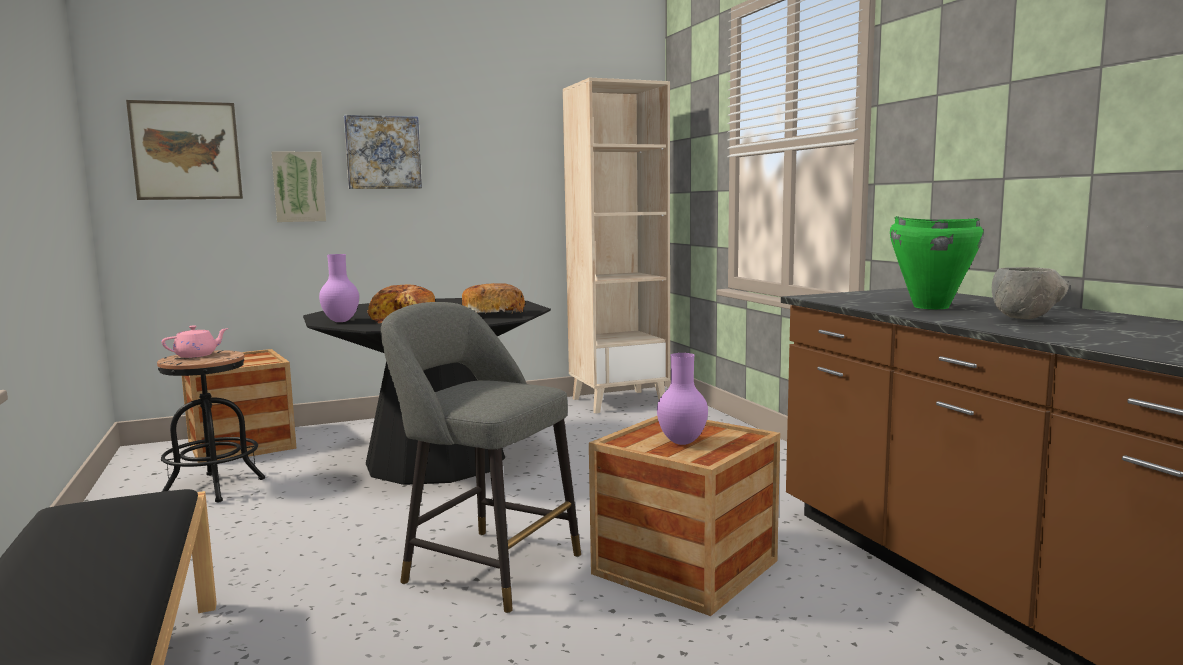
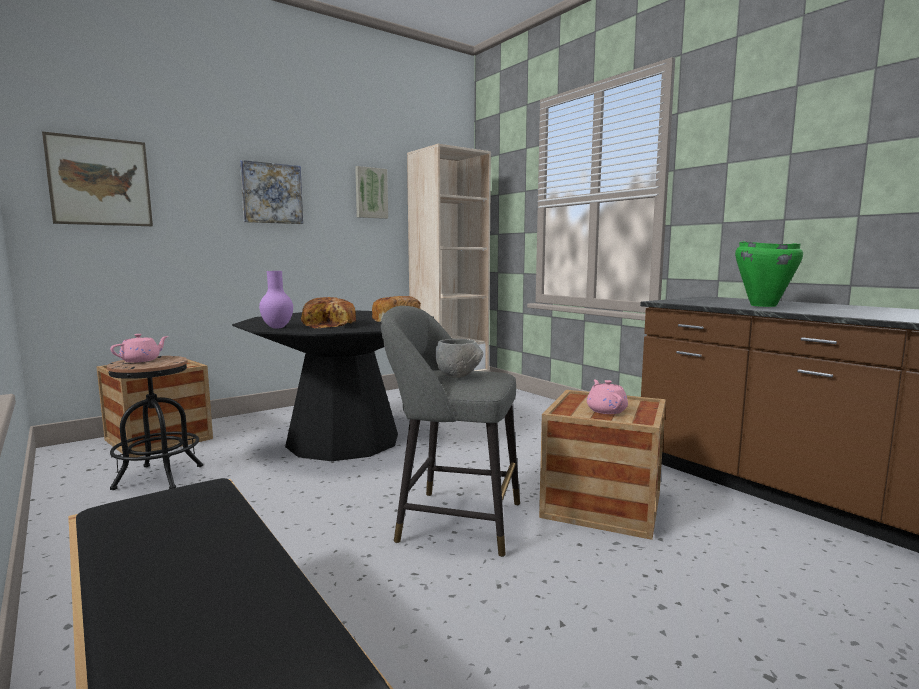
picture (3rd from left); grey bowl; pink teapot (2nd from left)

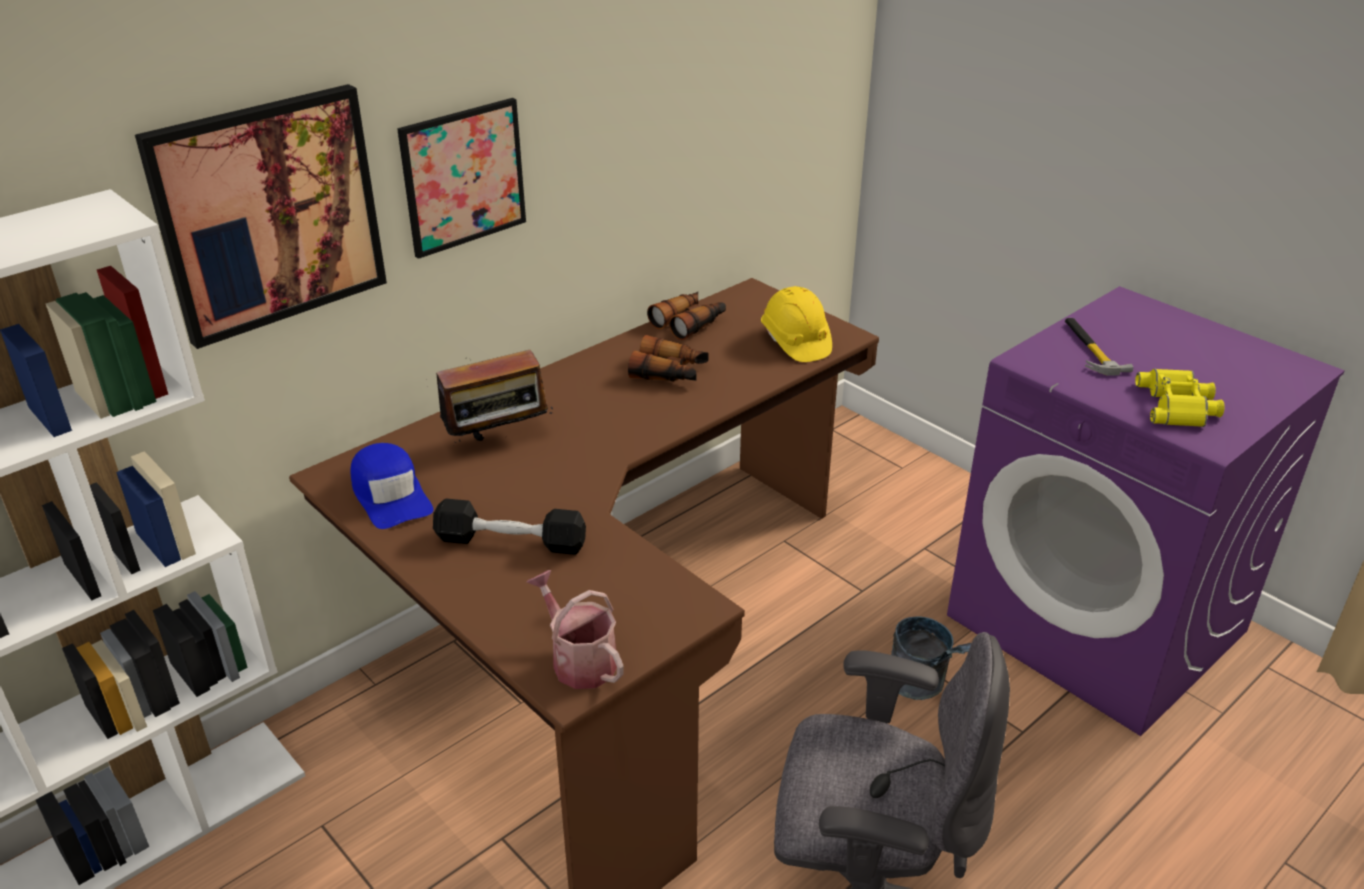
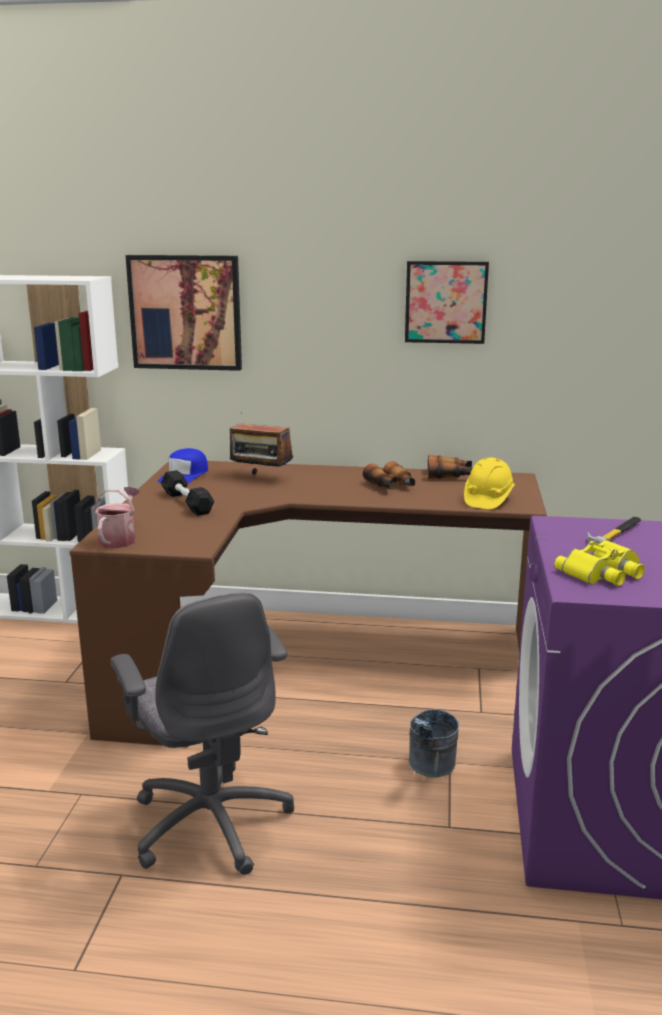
picture (2nd from left)

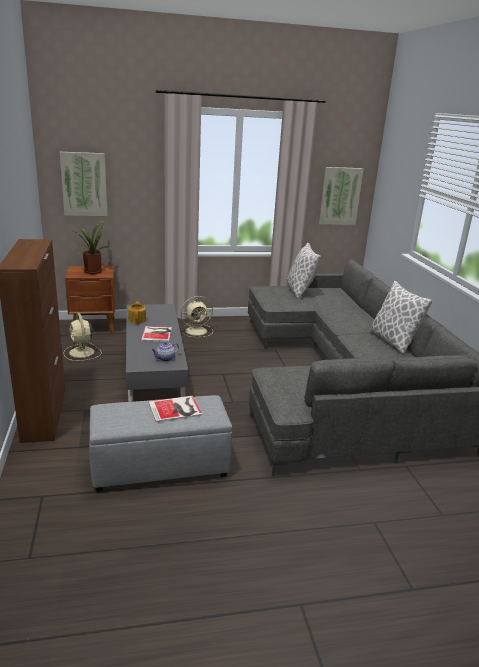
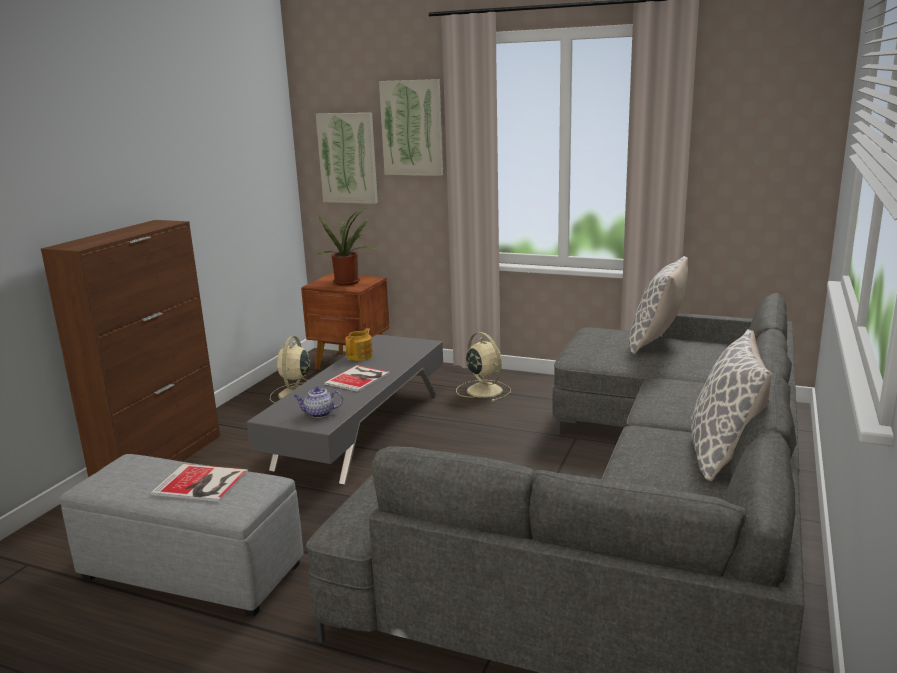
picture (2nd from left); beige fan (2nd from left)

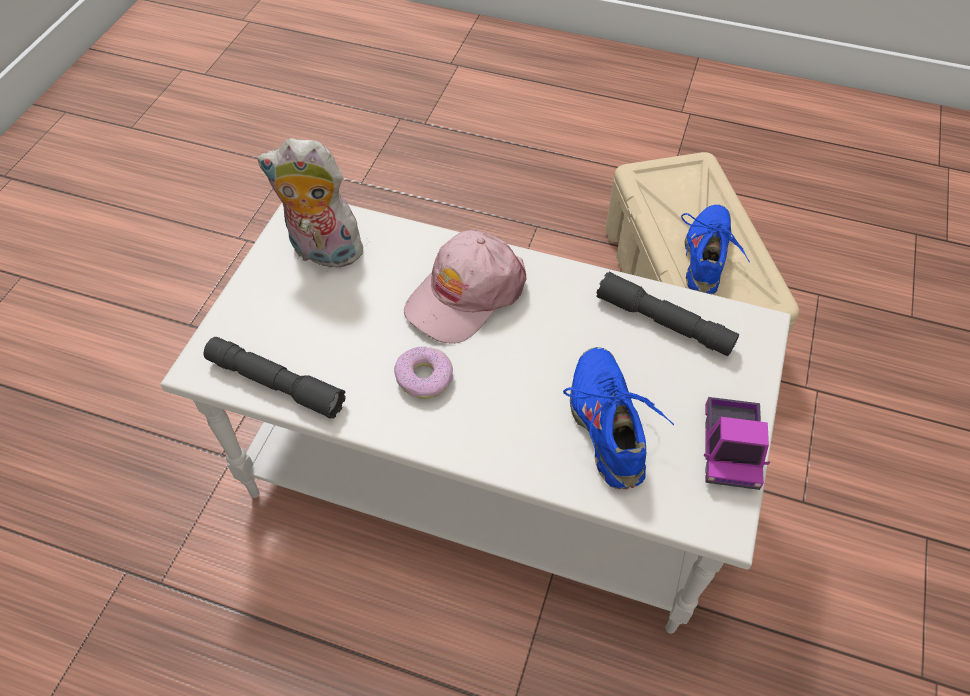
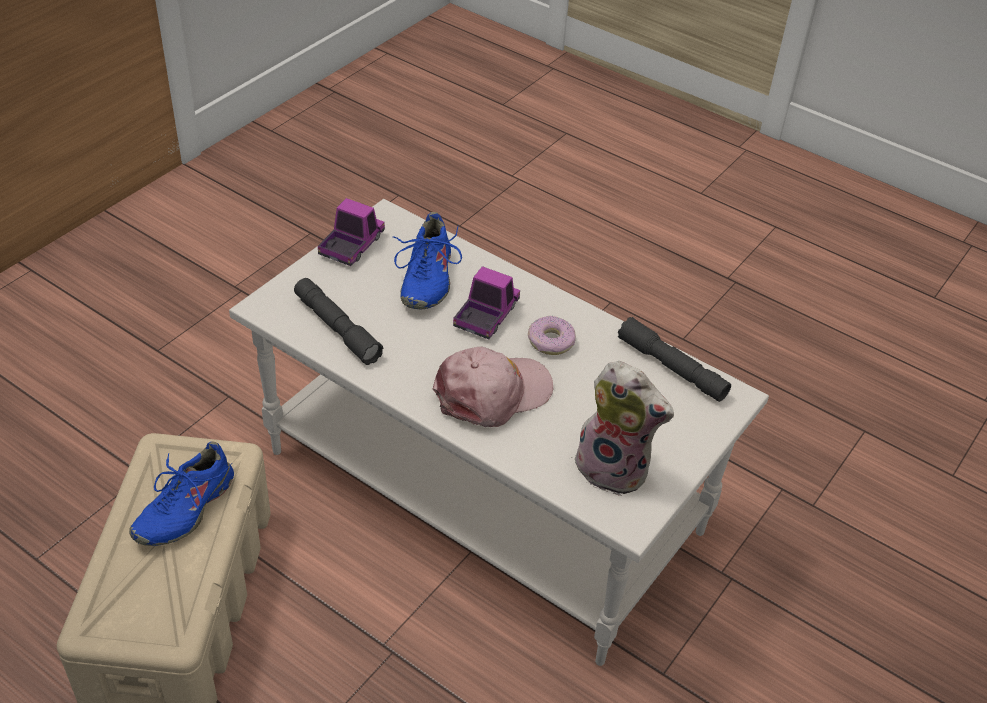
toy truck (2nd from left)

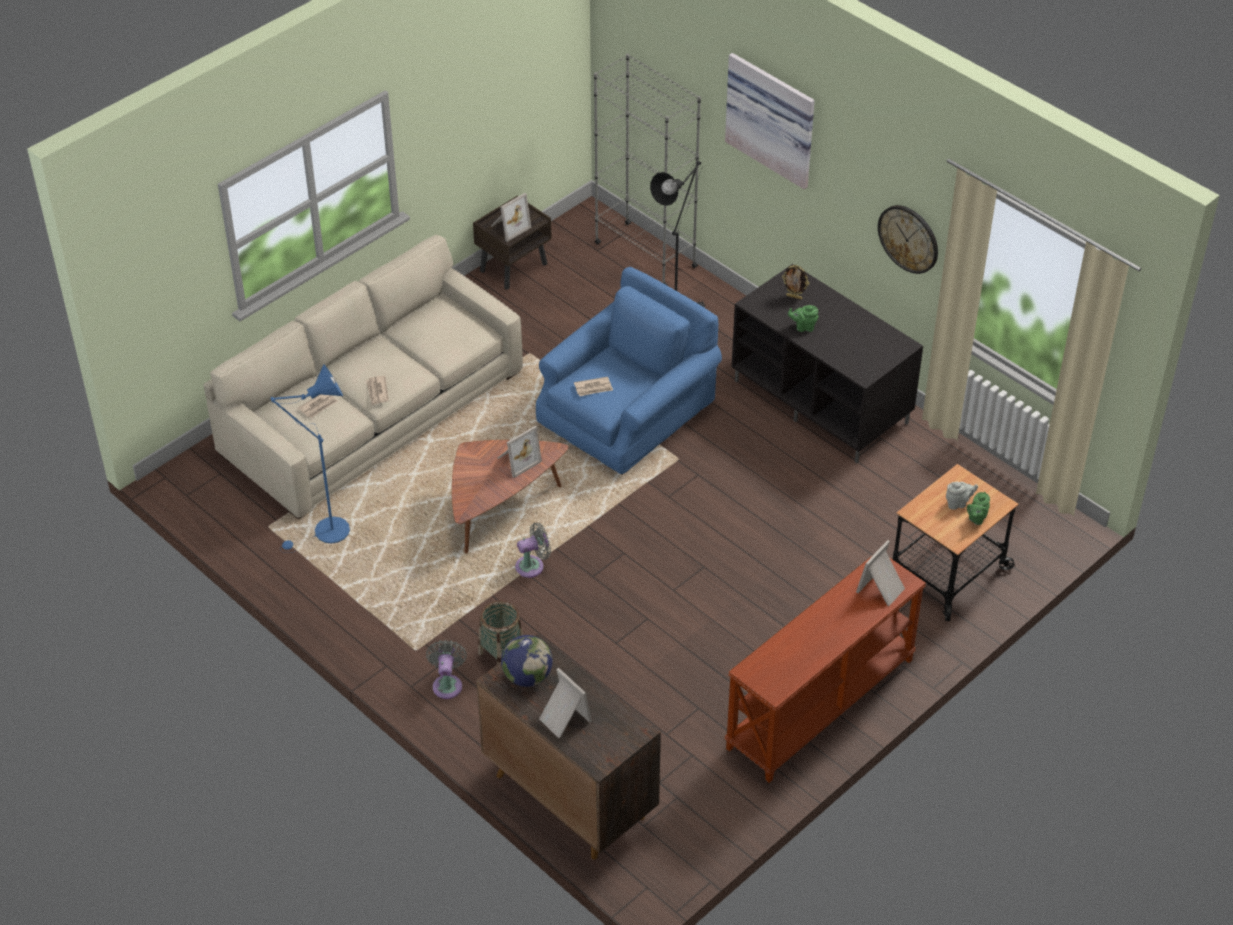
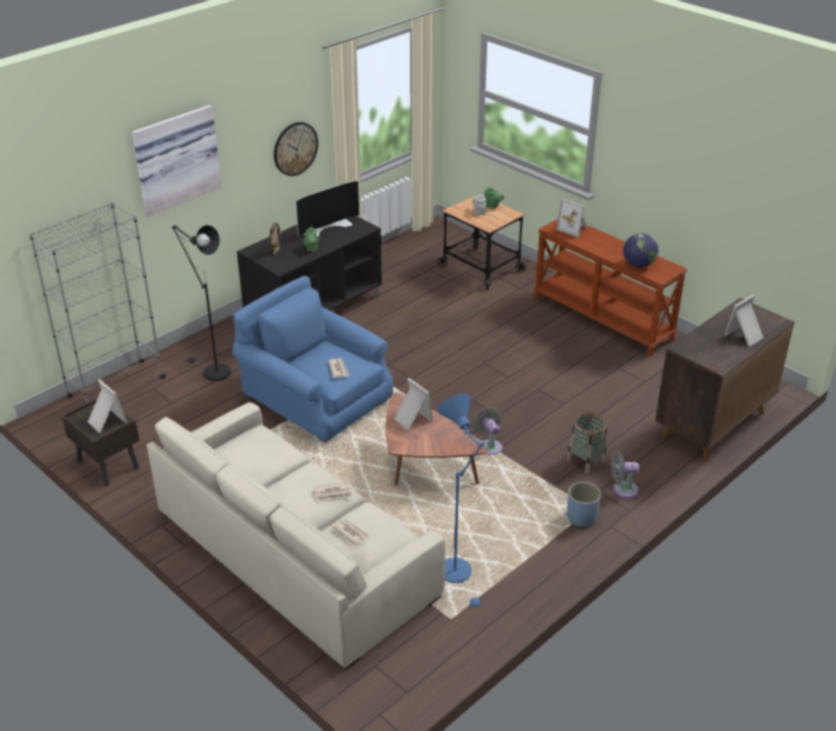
globe; television; blue planter

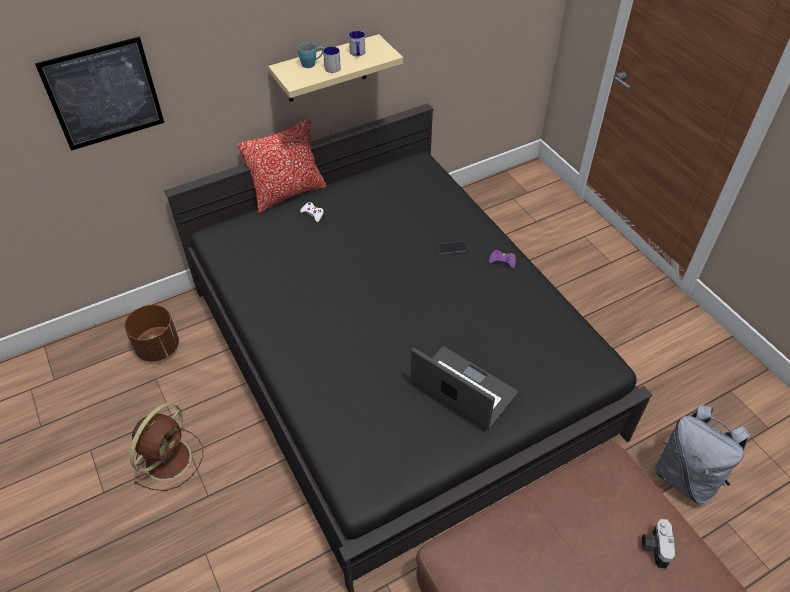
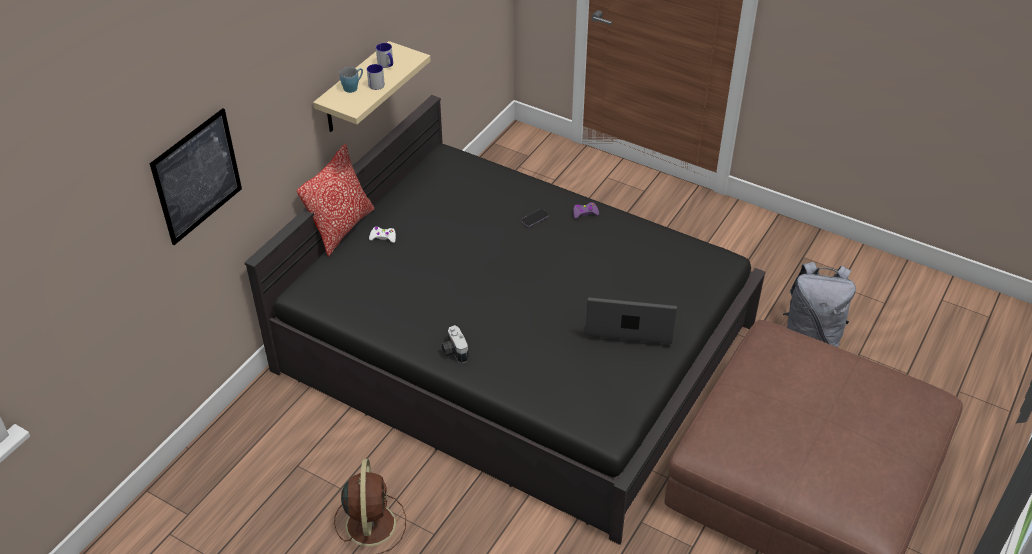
brown planter; photo camera

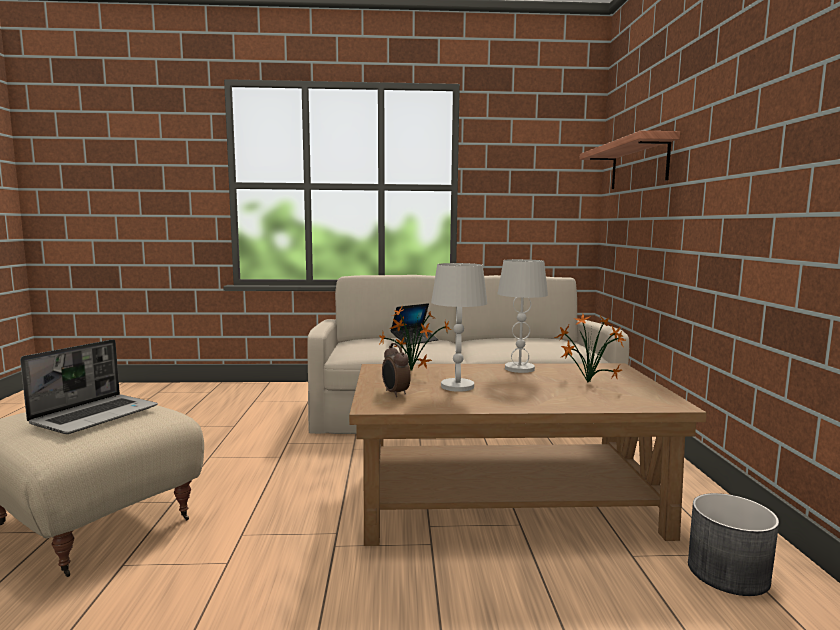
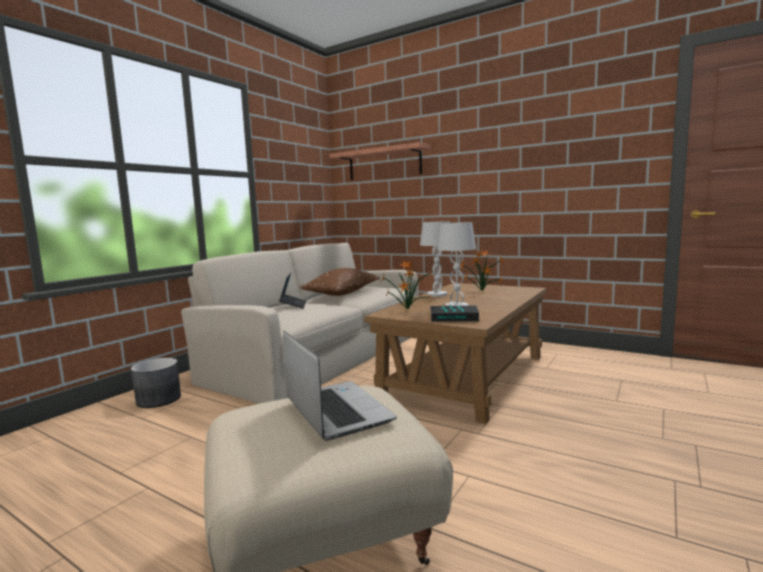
book; grey planter; brown pillow

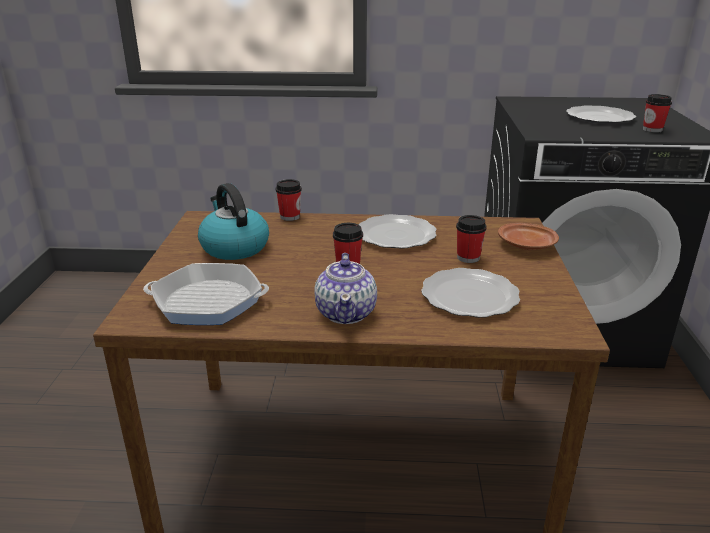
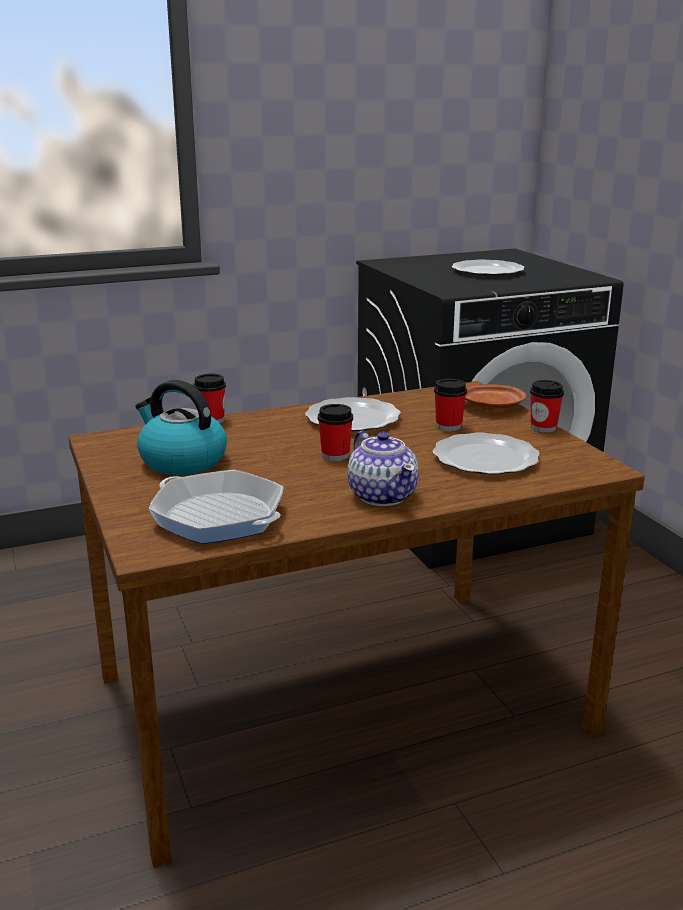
cup (4th from left); frying pan

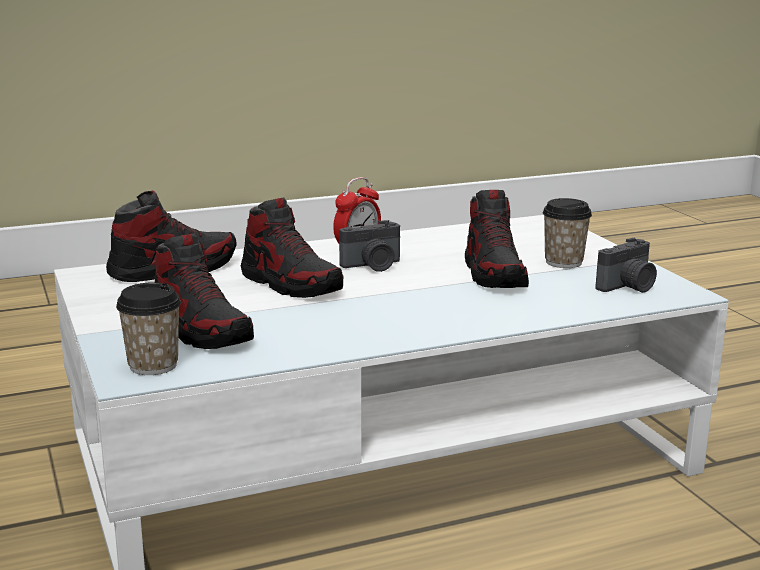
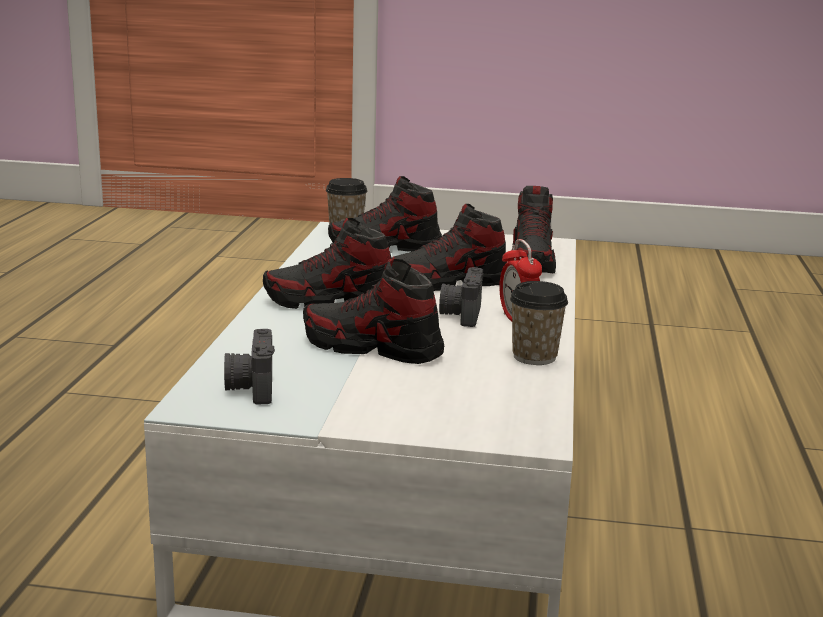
cup (2nd from left); shoe (1st from left)

